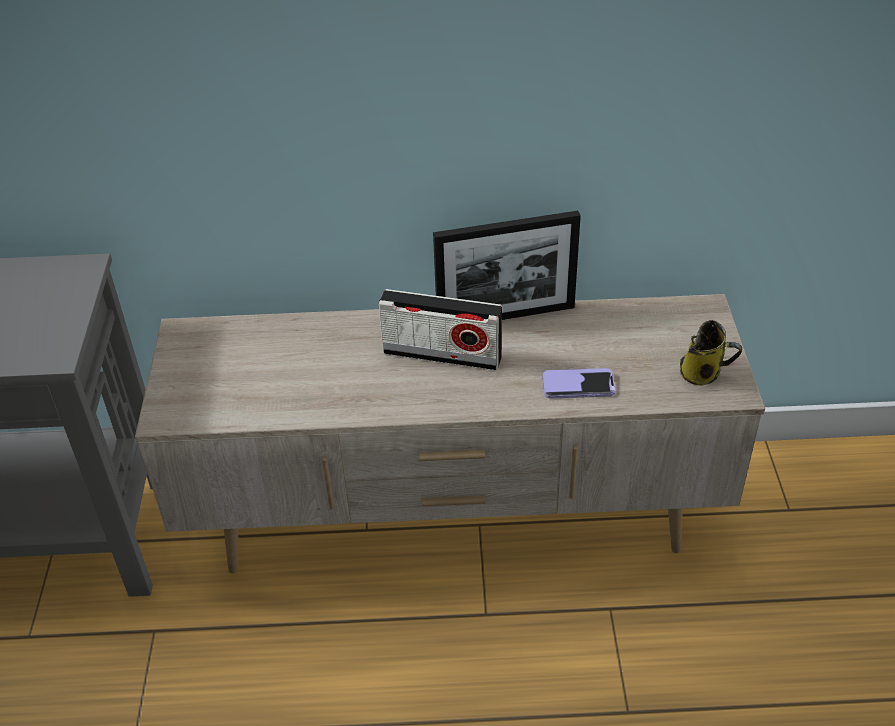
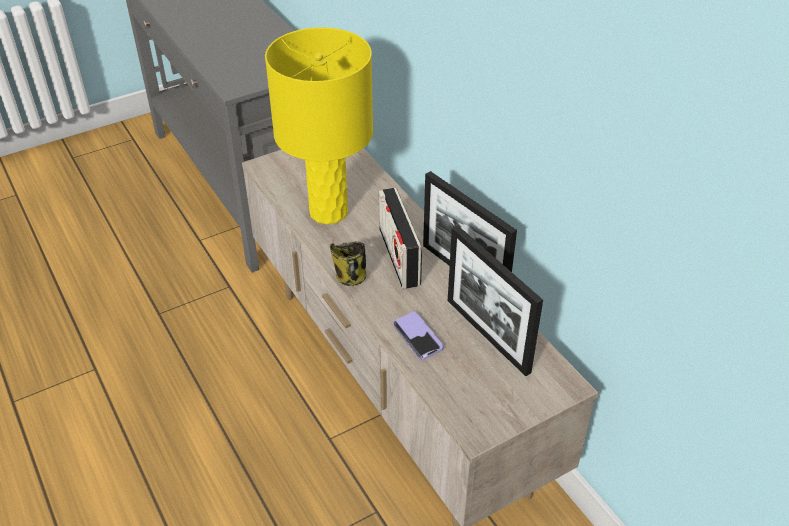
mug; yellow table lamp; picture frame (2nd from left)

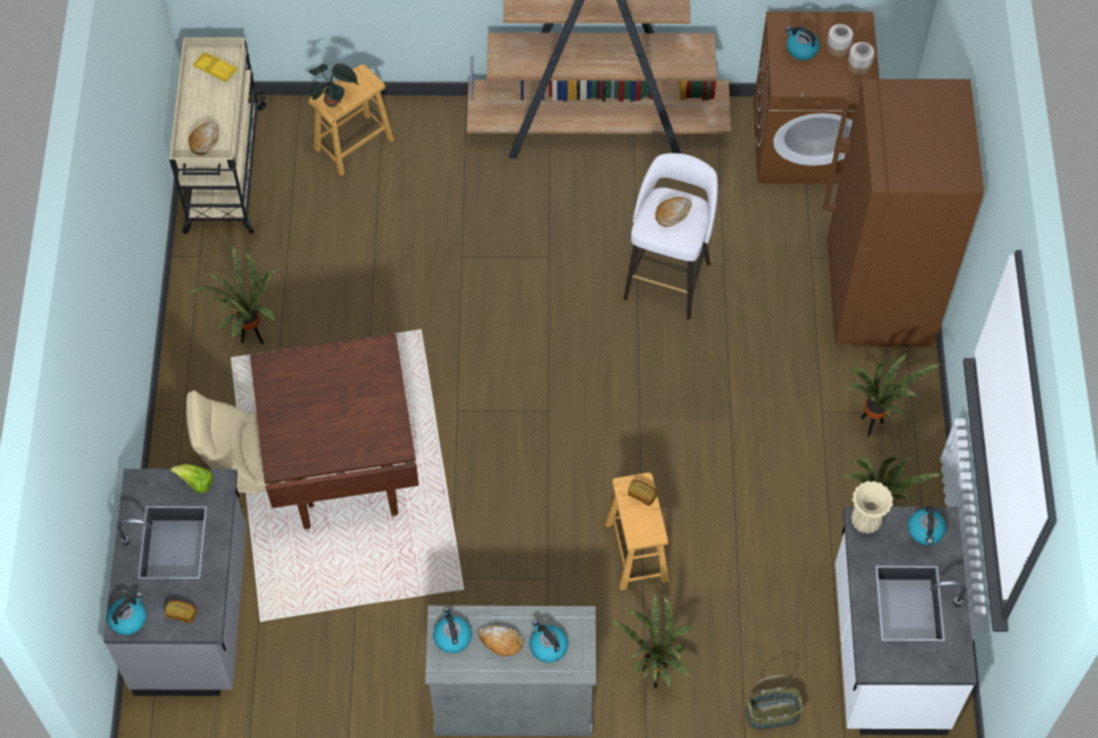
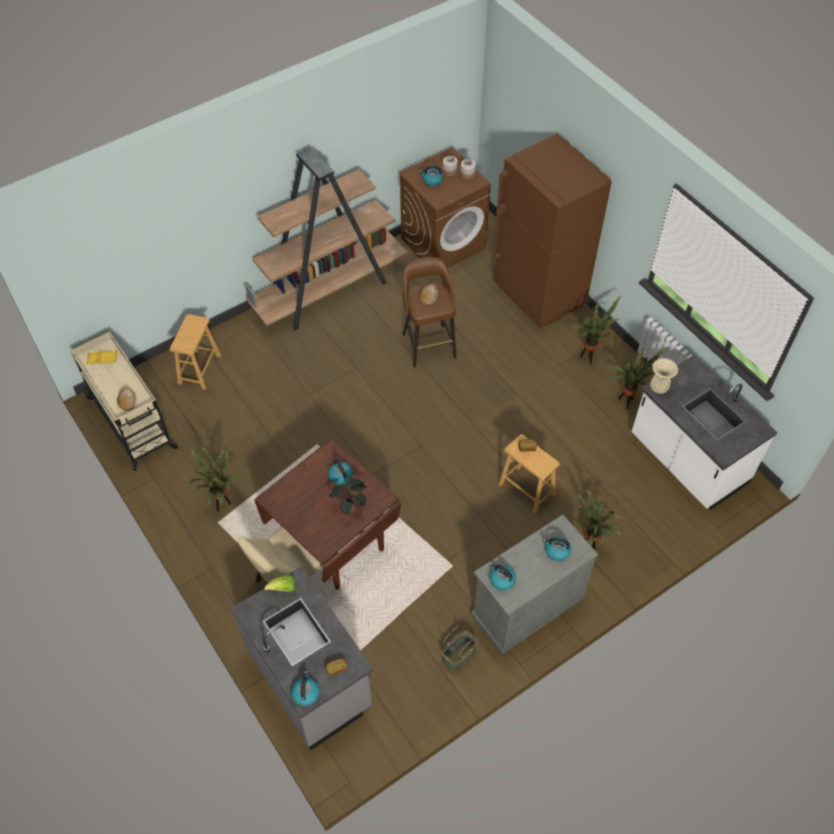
potted plant (2nd from left); brown stool (2nd from left); kettle (2nd from left); bread (3rd from left in the first image); basket

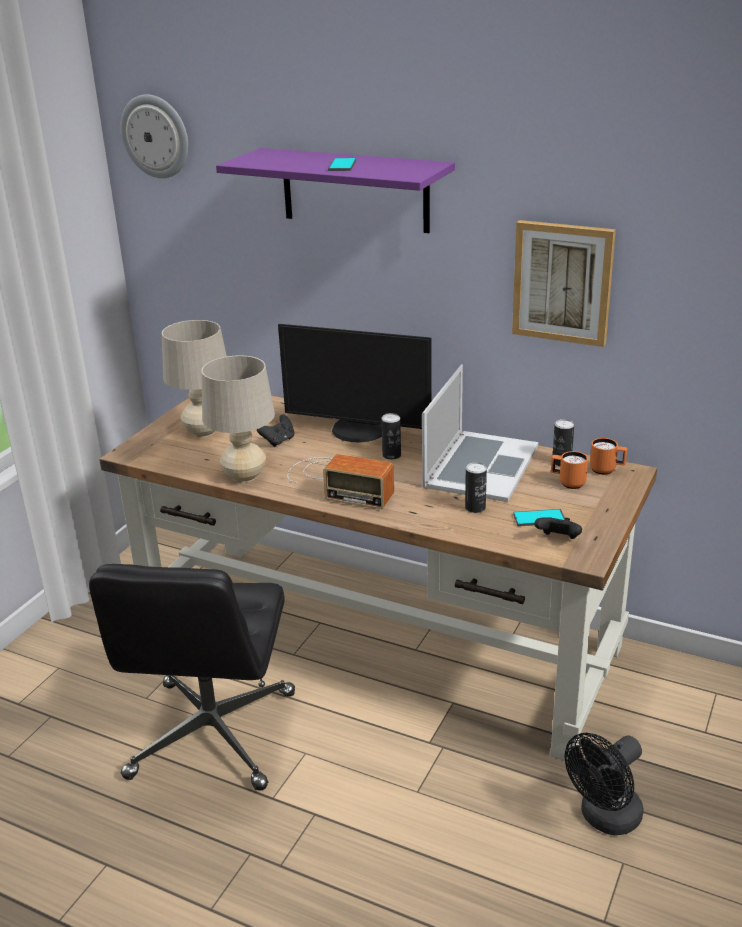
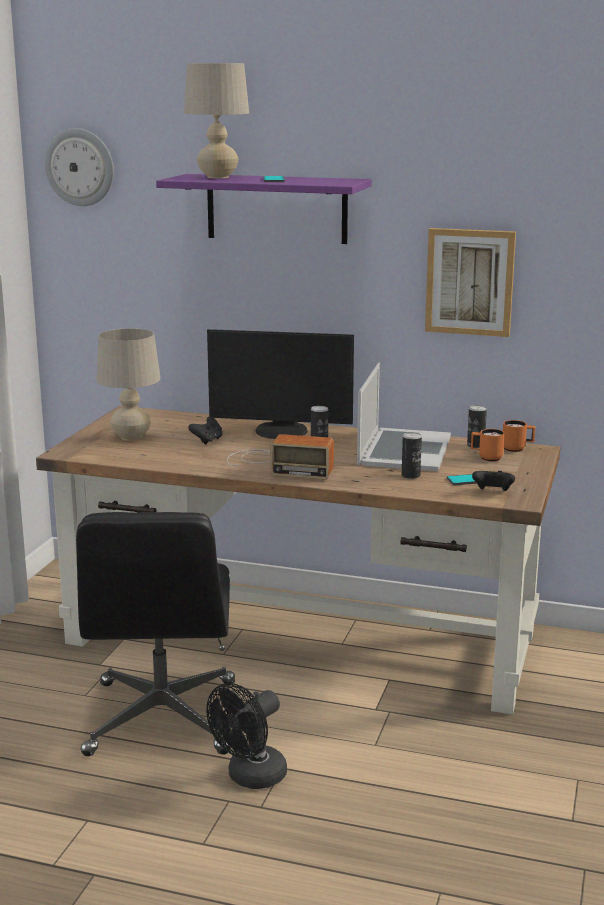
beige table lamp (2nd from left); black fan

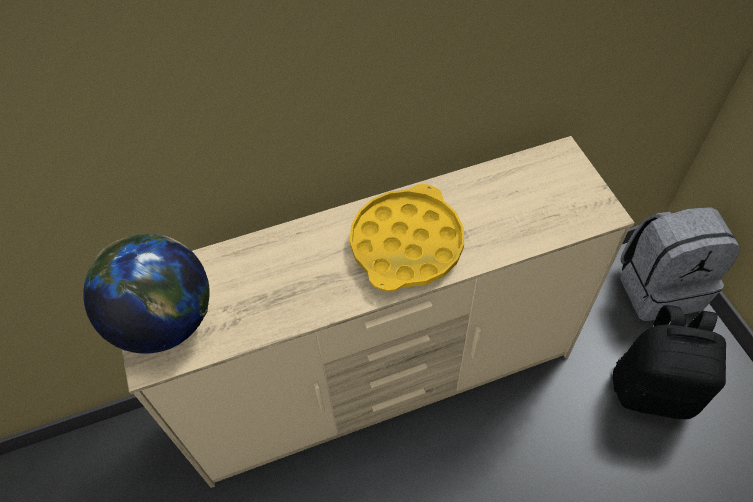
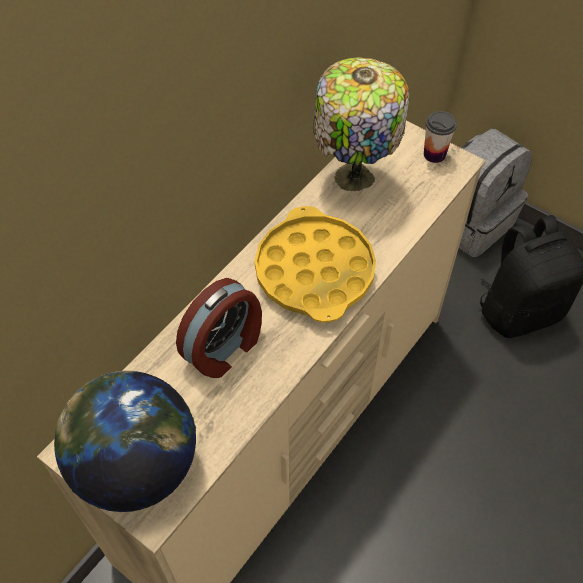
table lamp; cup; alarm clock

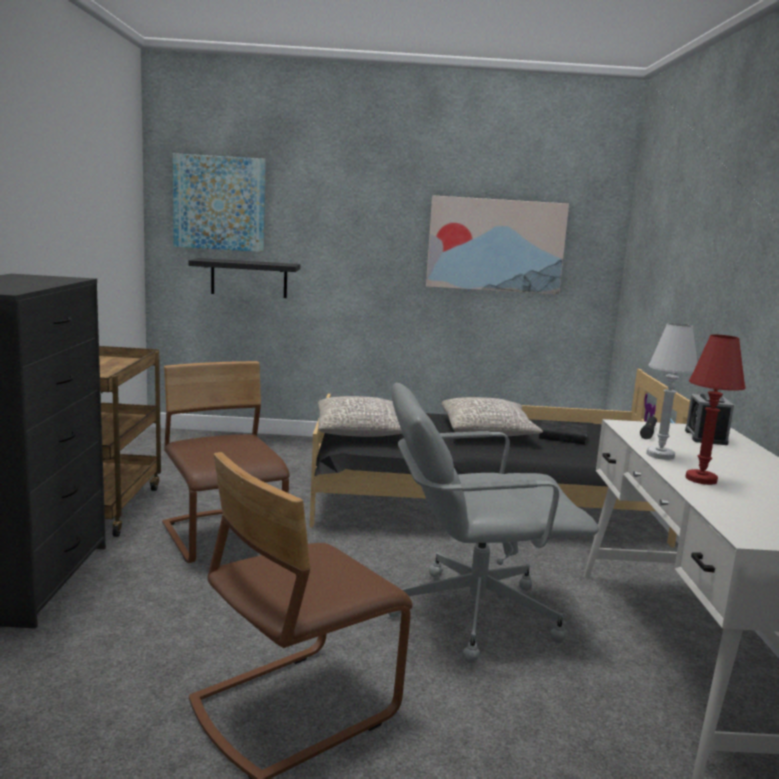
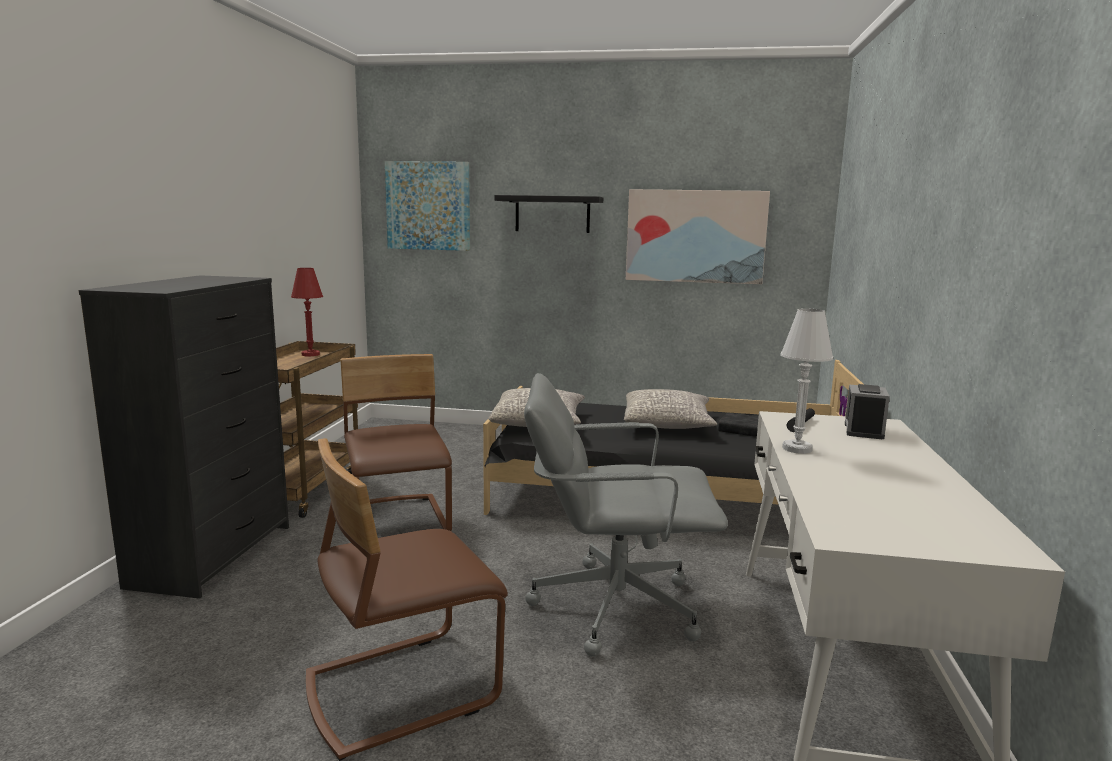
black shelf; red table lamp

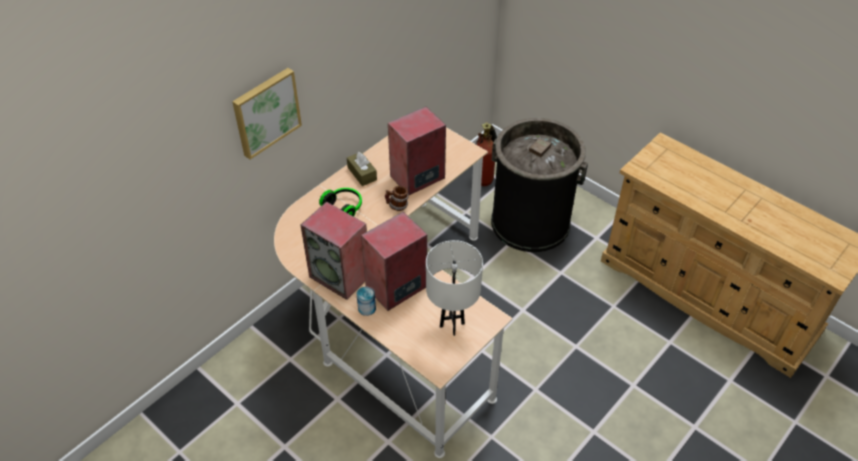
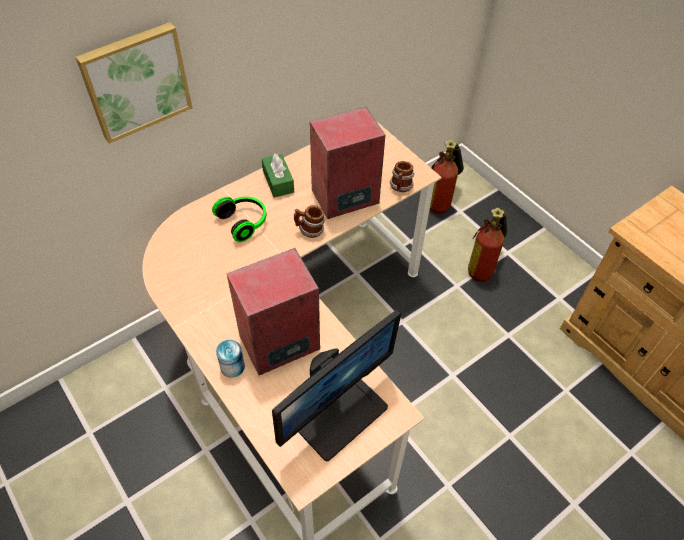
fire extinguisher (2nd from left); green tissue box; speaker (1st from left in the first image); monitor; mug (2nd from left)

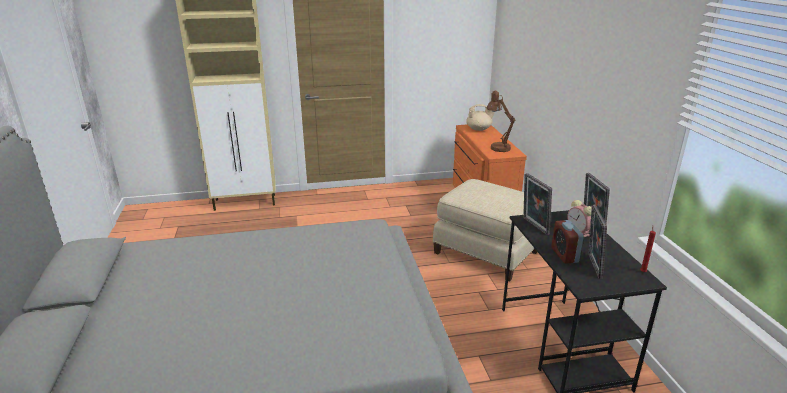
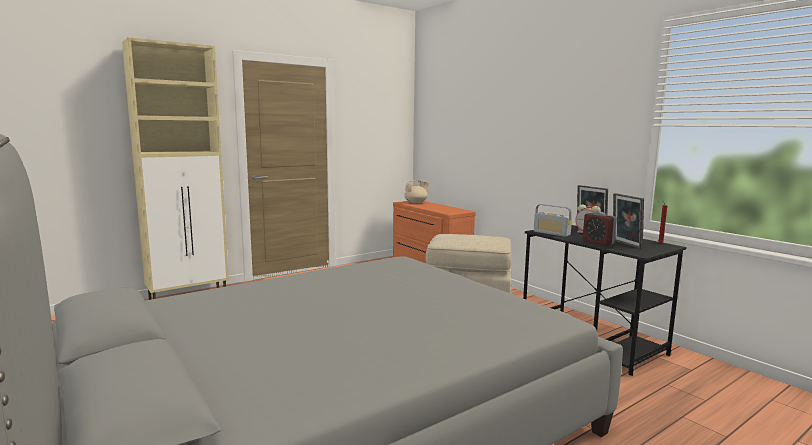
brown table lamp; radio

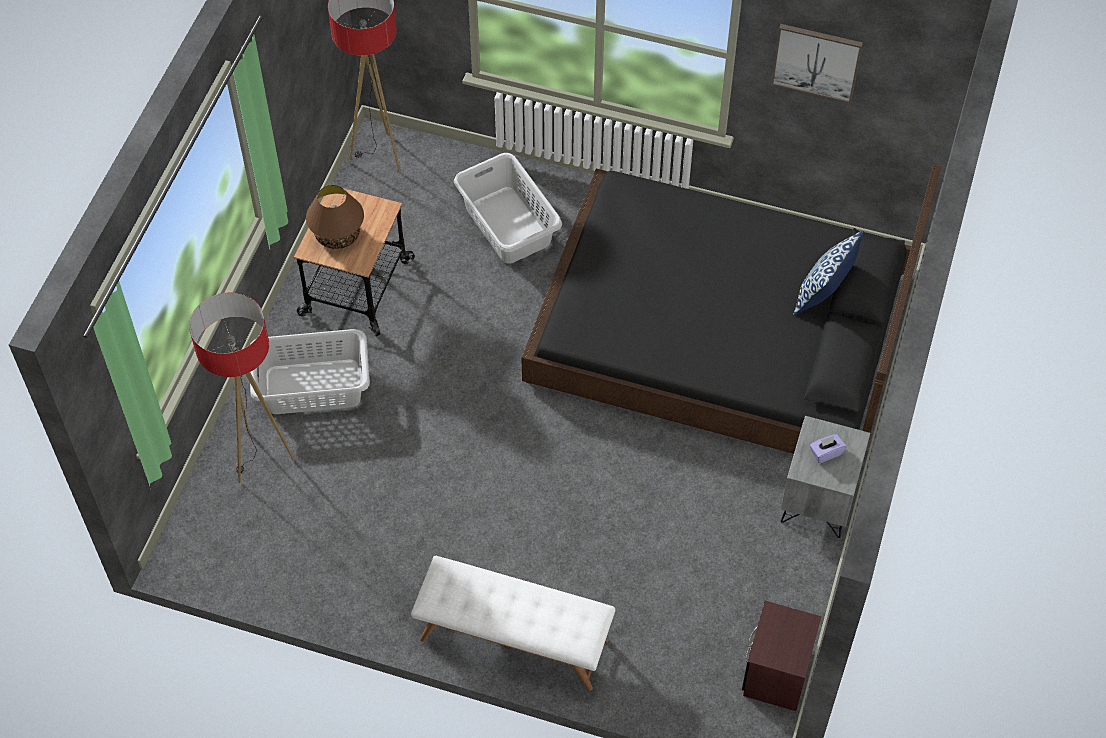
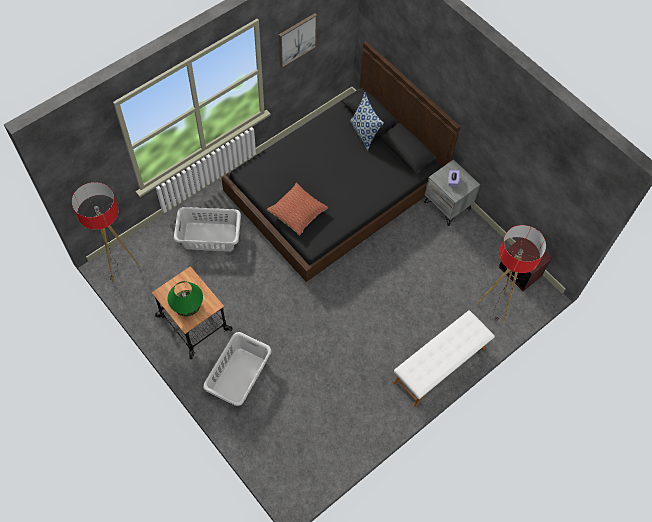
green table lamp; floor lamp (2nd from left); pillow (1st from left)

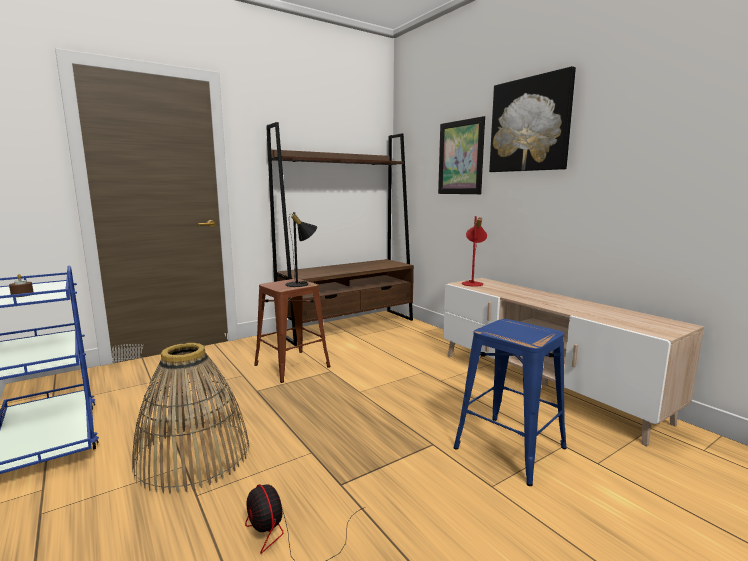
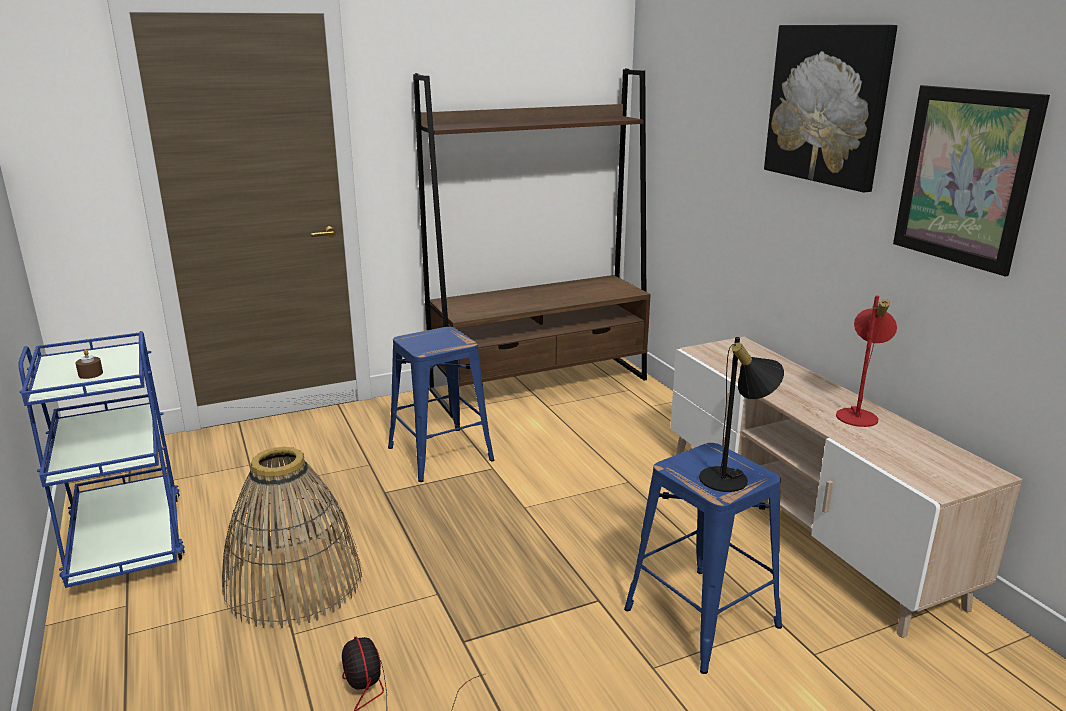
picture (2nd from left); black table lamp; red table lamp; blue stool (1st from left)

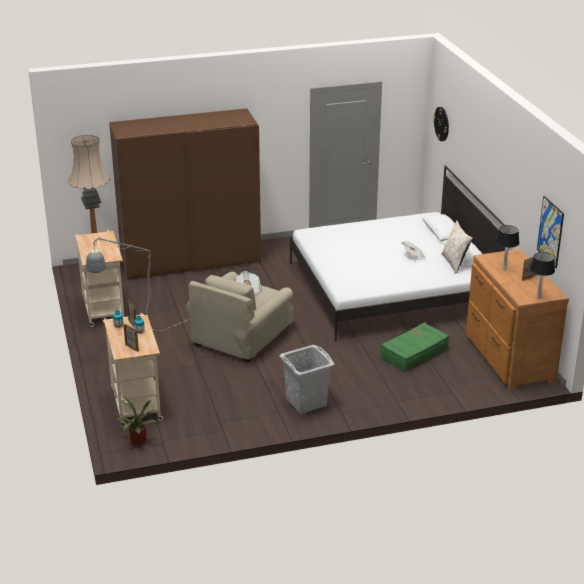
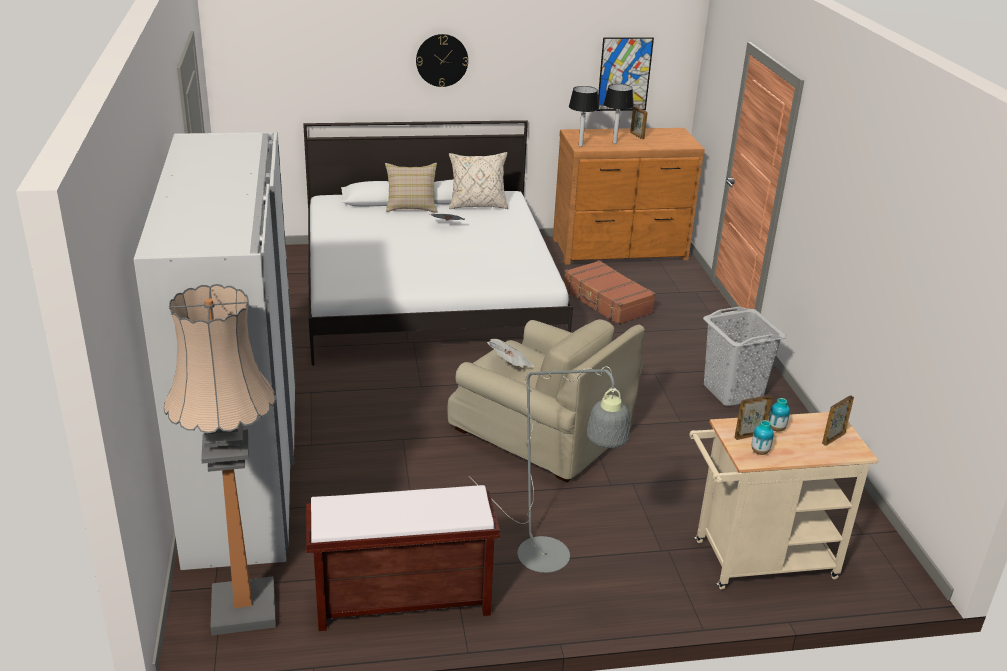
wall clock; white wardrobe; brown bench; table lamp (1st from left); brown suitcase; potted plant; beige pillow (1st from left)

